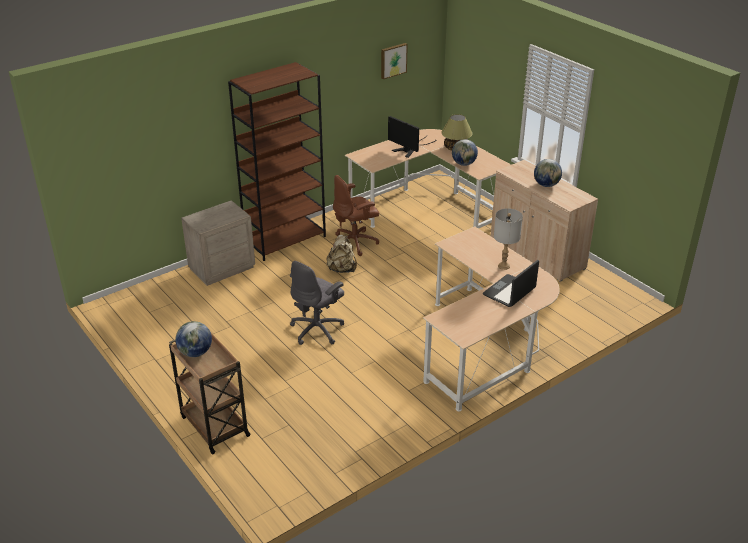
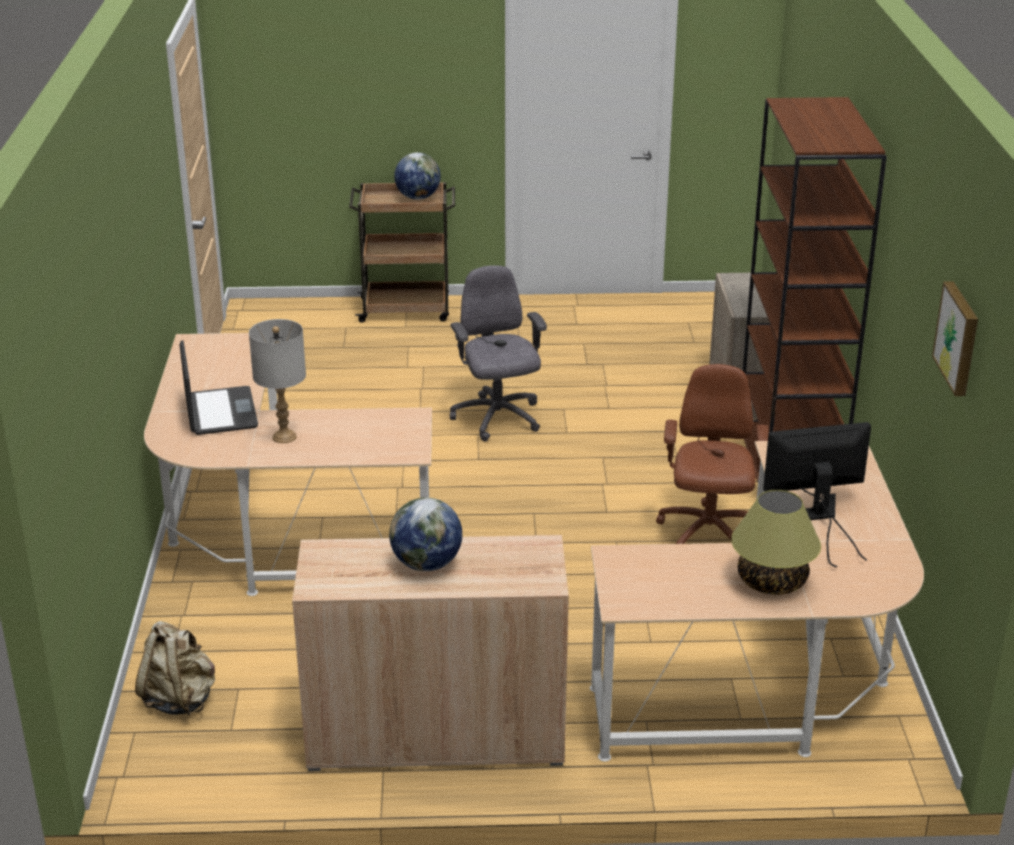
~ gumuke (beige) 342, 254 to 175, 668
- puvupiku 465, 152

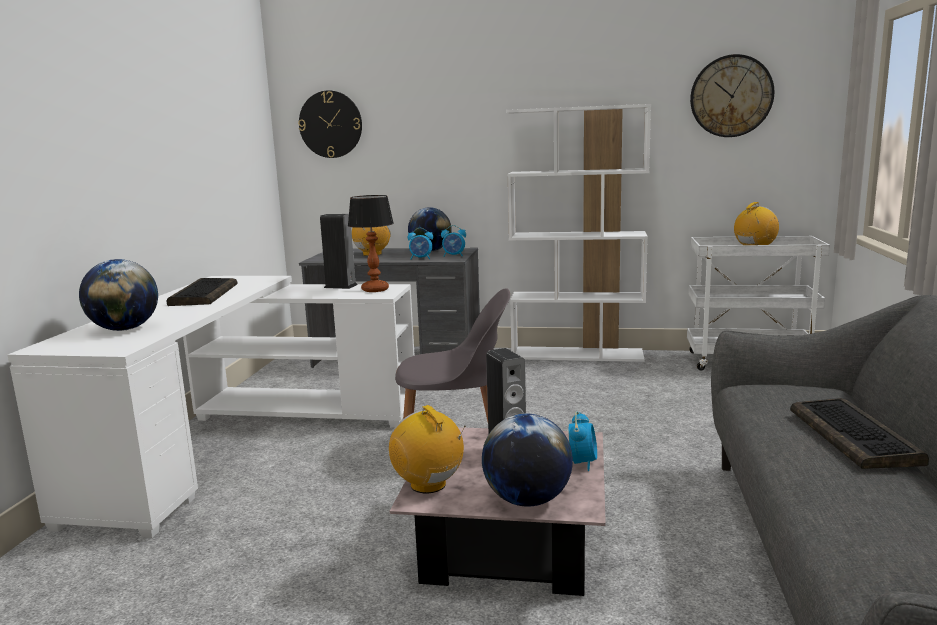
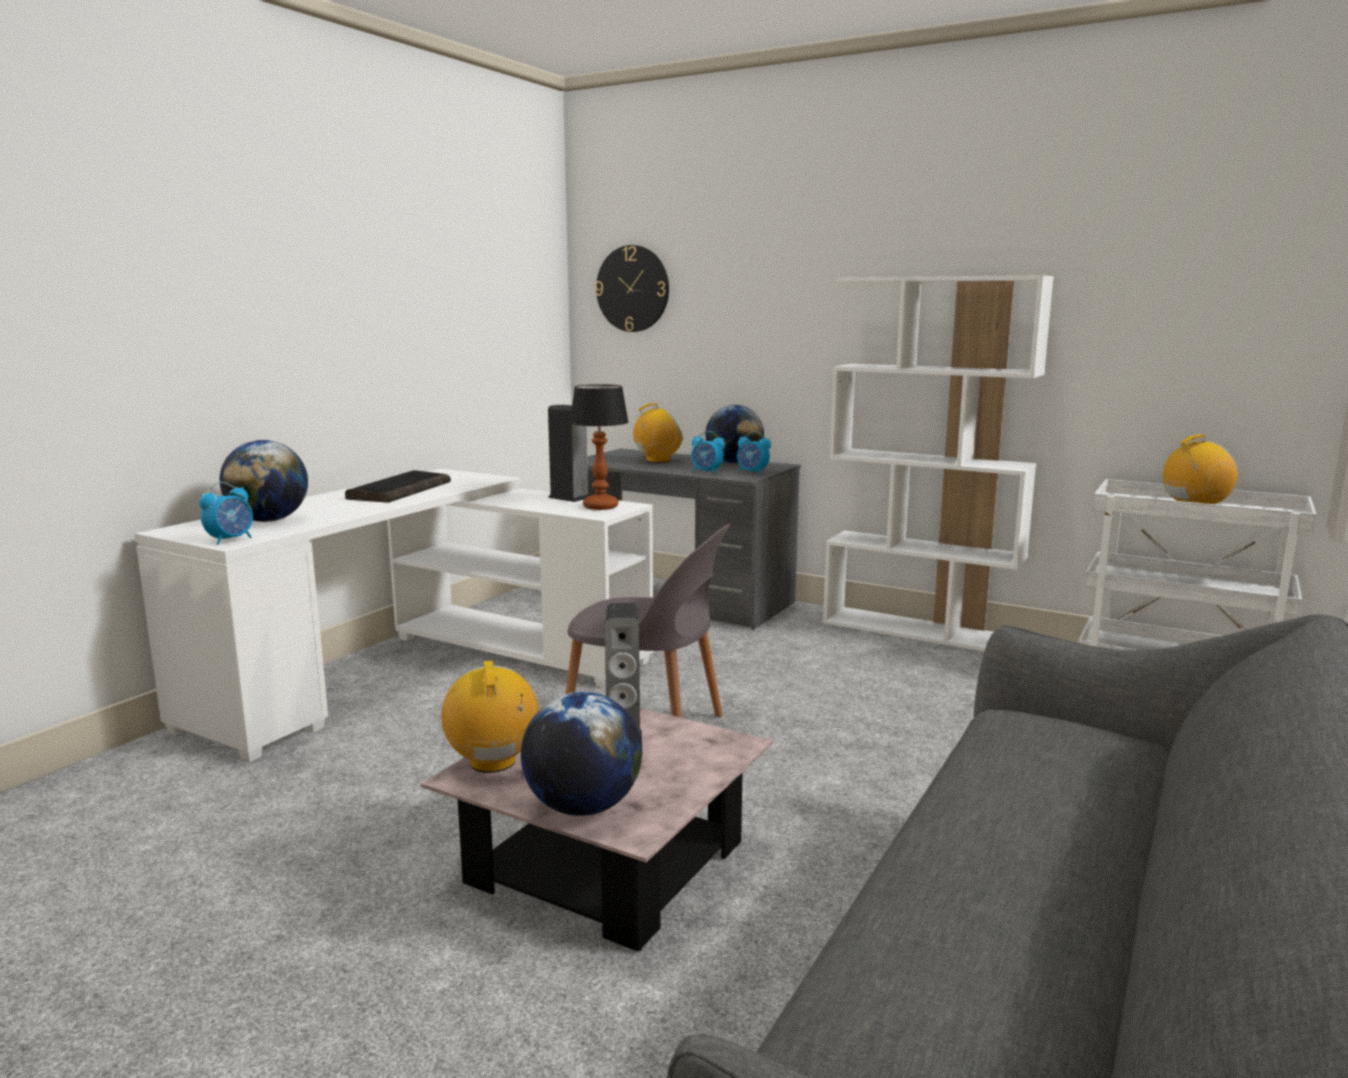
~ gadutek 583, 441 to 226, 513
- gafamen 732, 95
- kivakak 859, 433

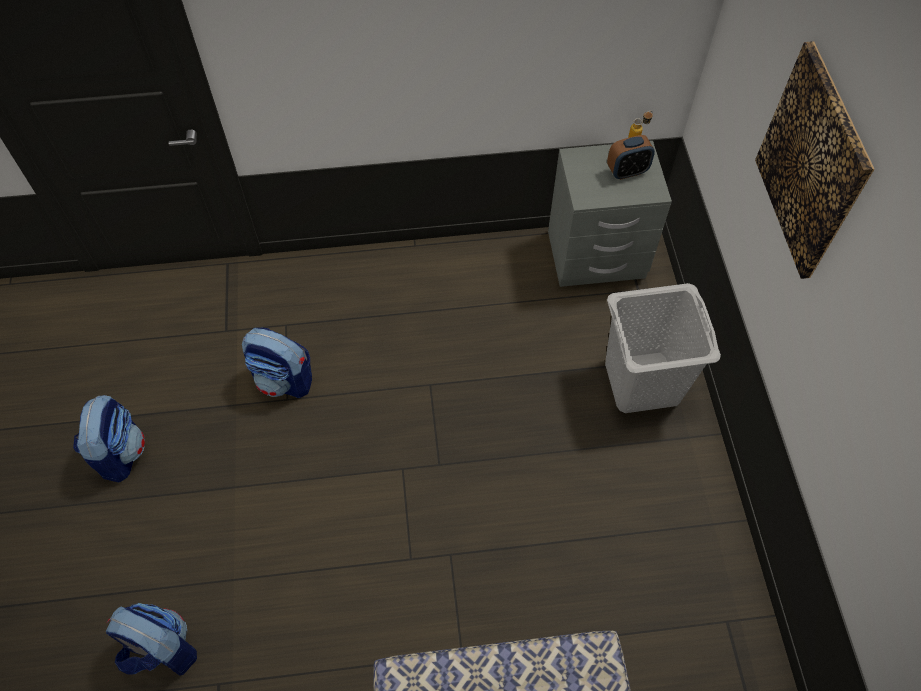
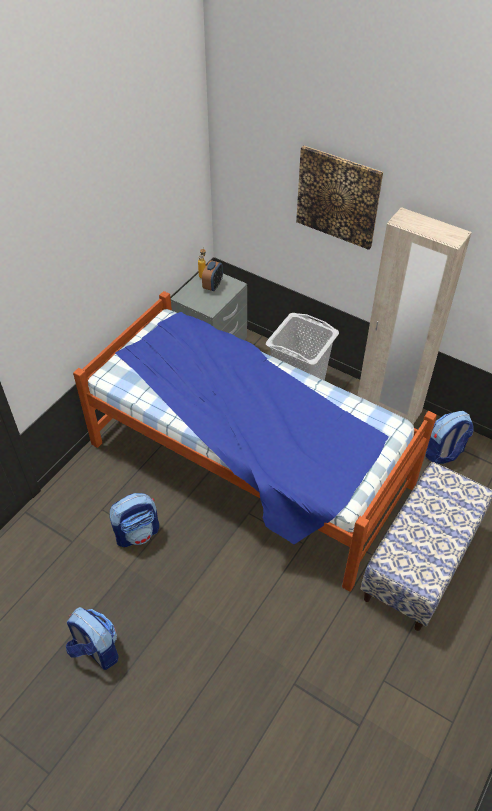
+ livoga 255, 441
+ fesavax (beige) 414, 315
~ gumuke 151, 639 to 449, 437

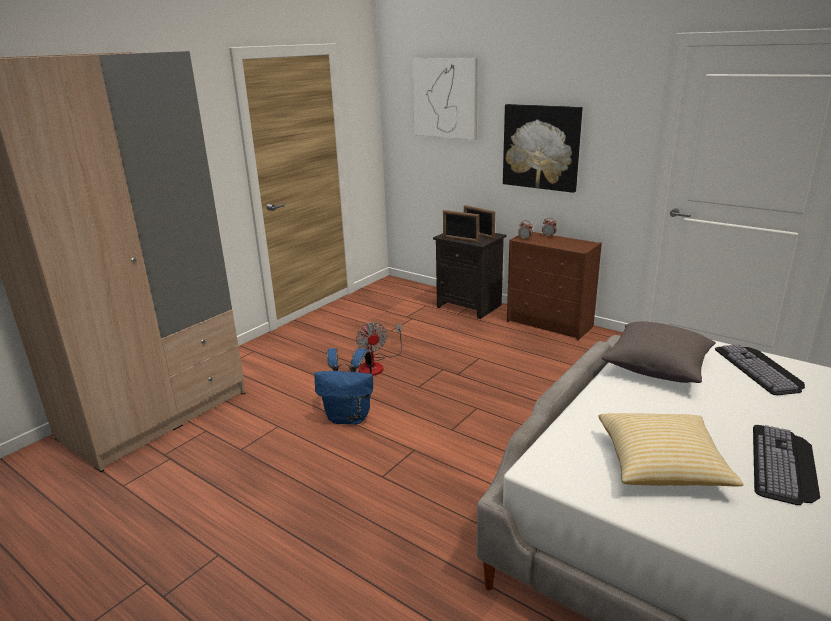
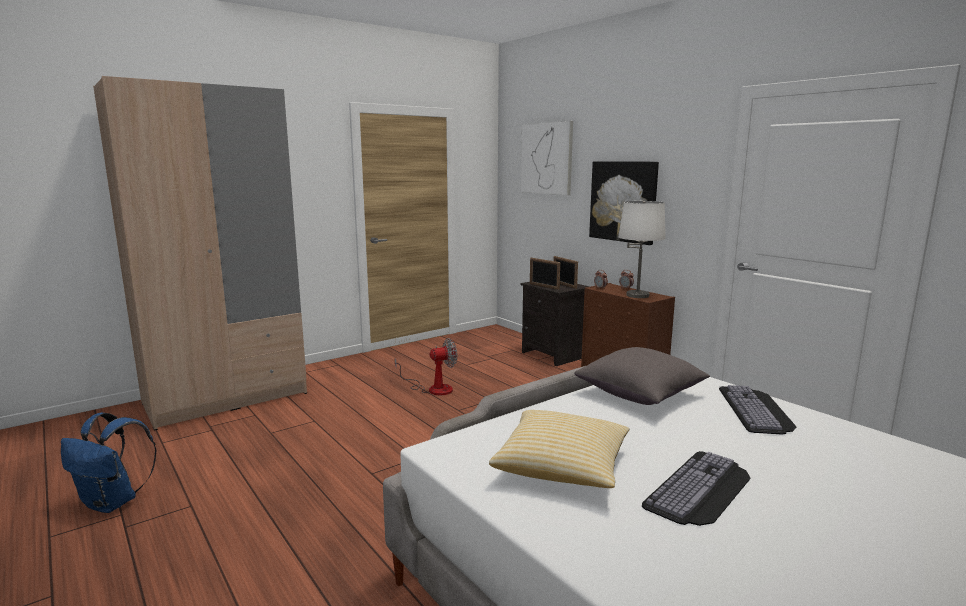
~ gumuke (blue) 343, 386 to 109, 463
~ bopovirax 379, 349 = 426, 366 105 degrees counterclockwise
+ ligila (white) 642, 249

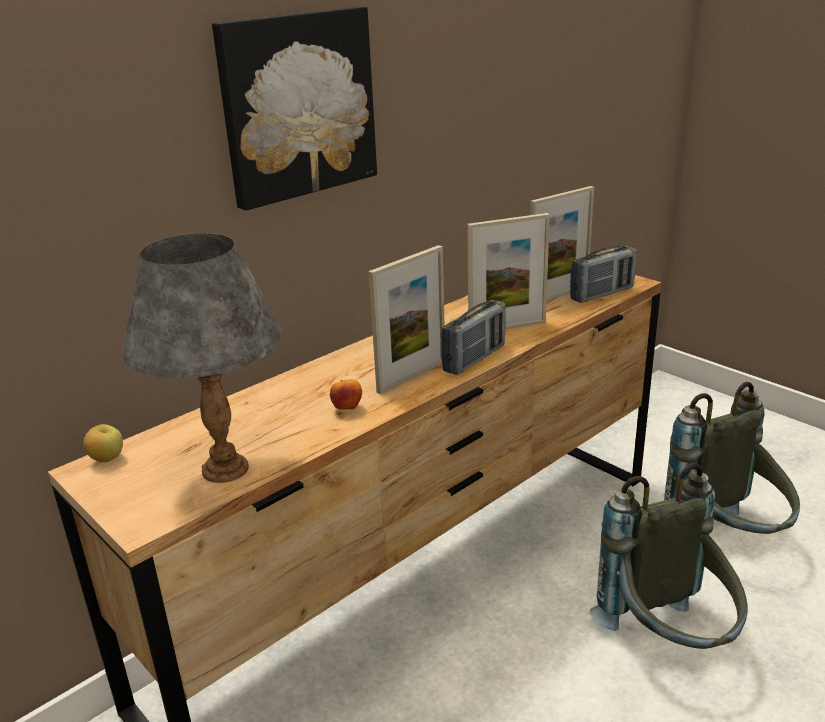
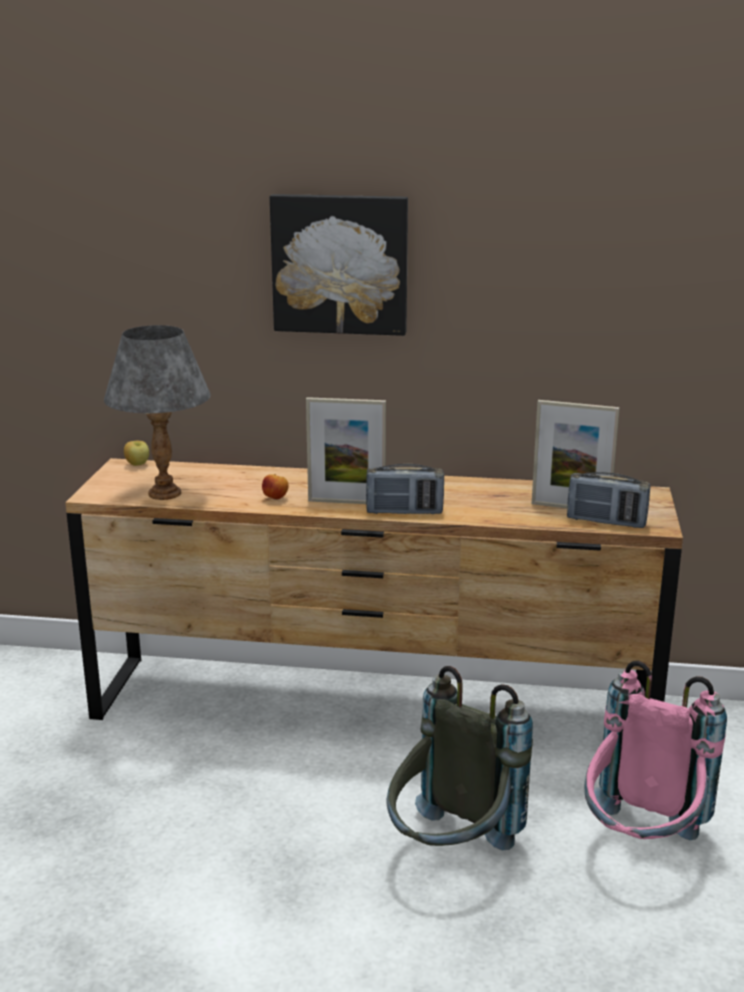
~ gumuke (grey) 732, 458 to gumuke (pink) 656, 750
- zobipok 508, 271

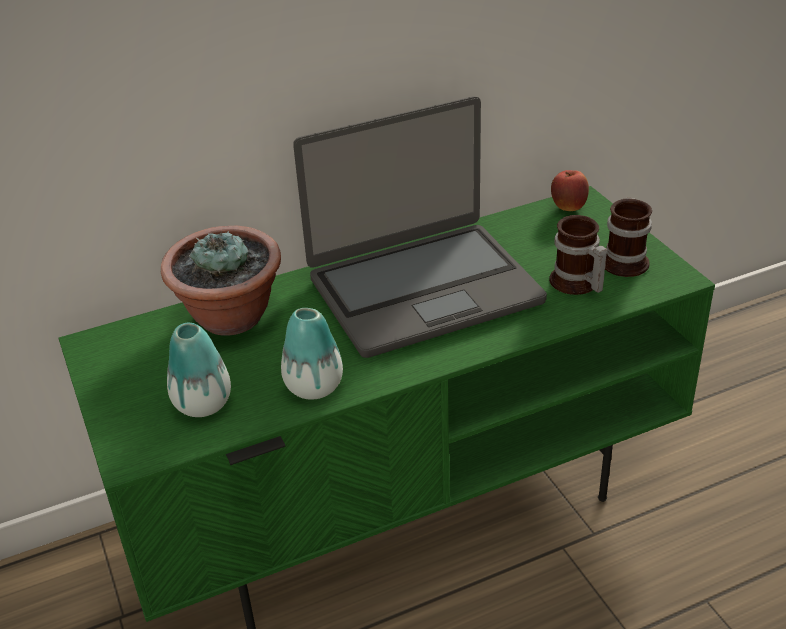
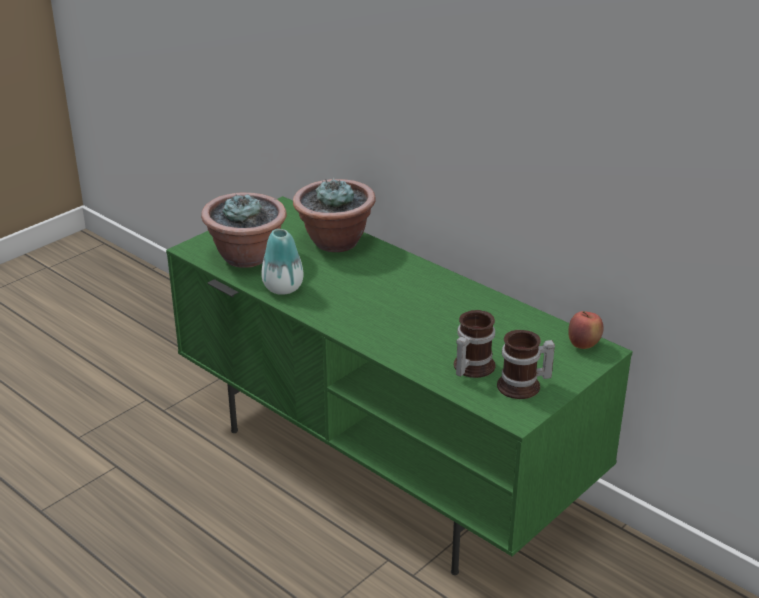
~ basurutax 199, 370 to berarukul 244, 230
- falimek 420, 227

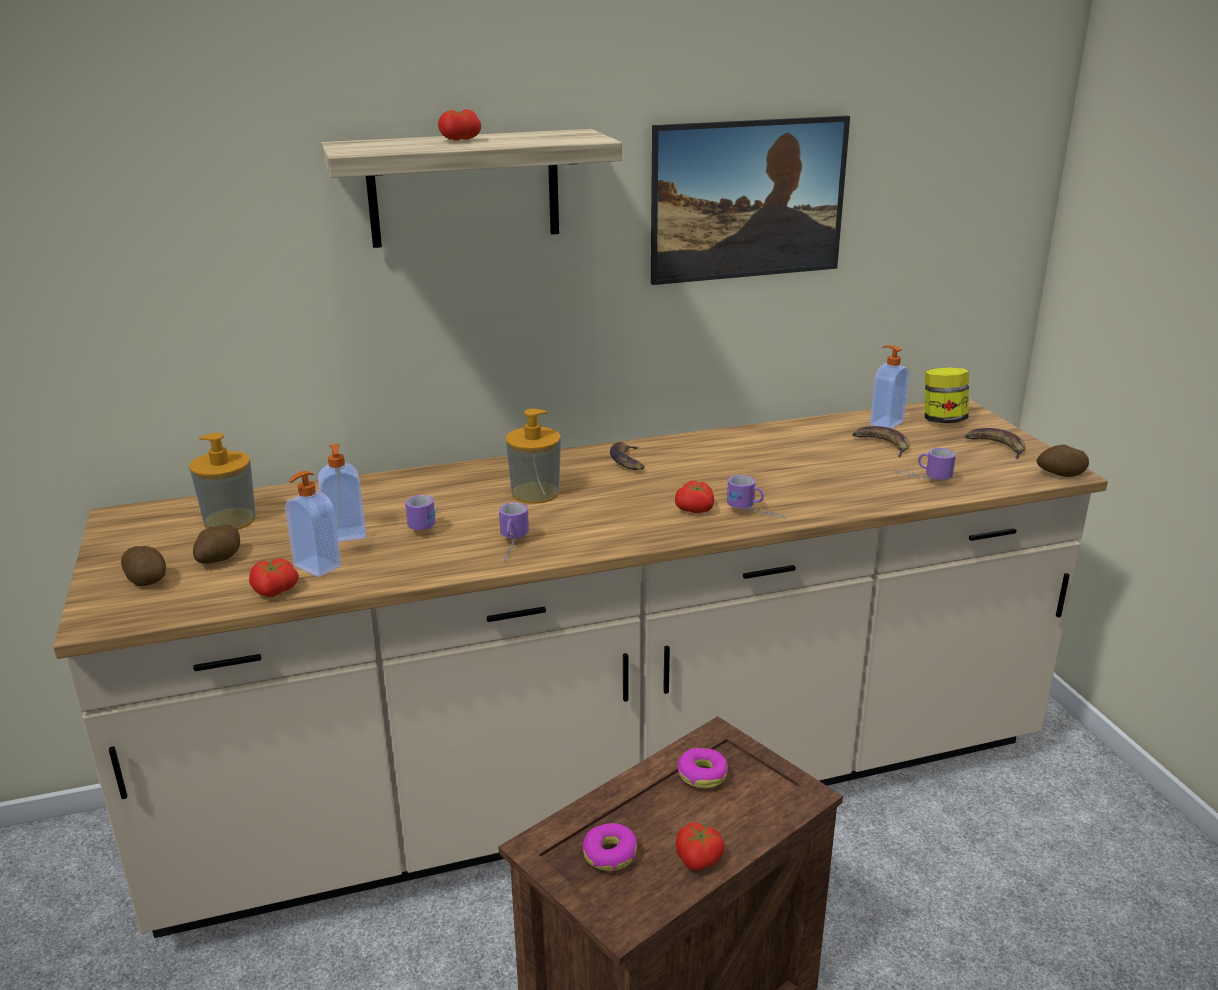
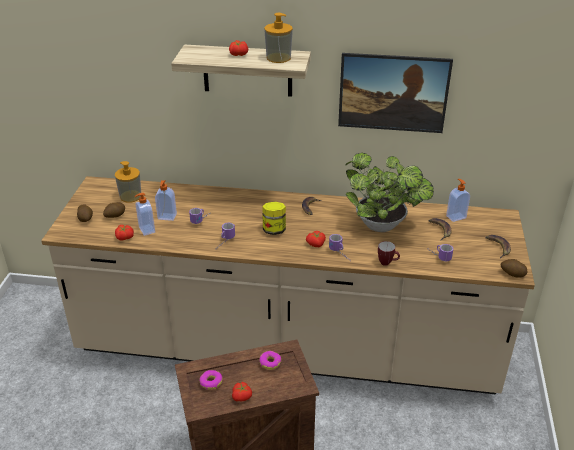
~ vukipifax 947, 395 to 274, 218
~ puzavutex 533, 456 to 278, 38
+ berarukul 389, 192
+ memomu 389, 253

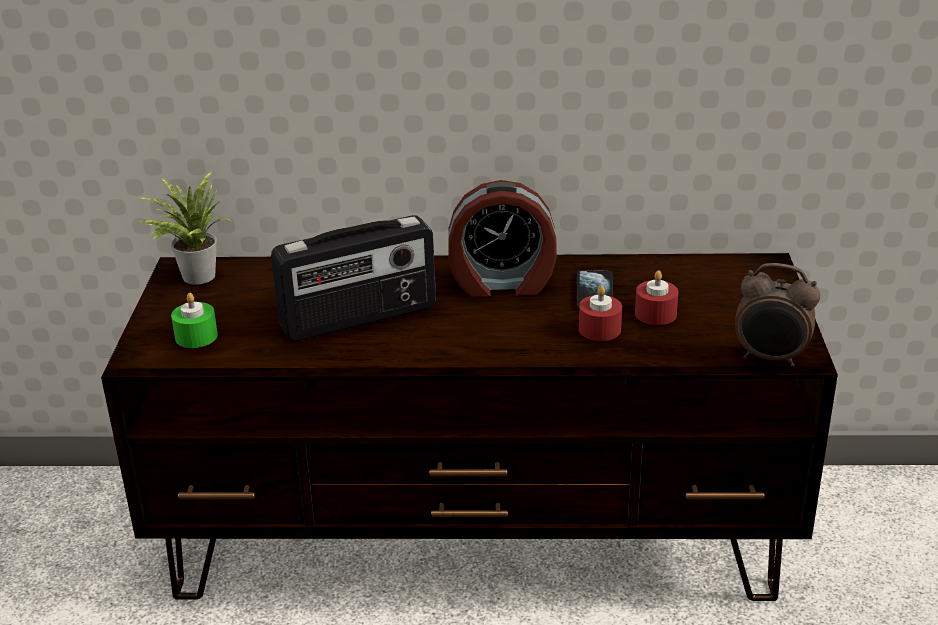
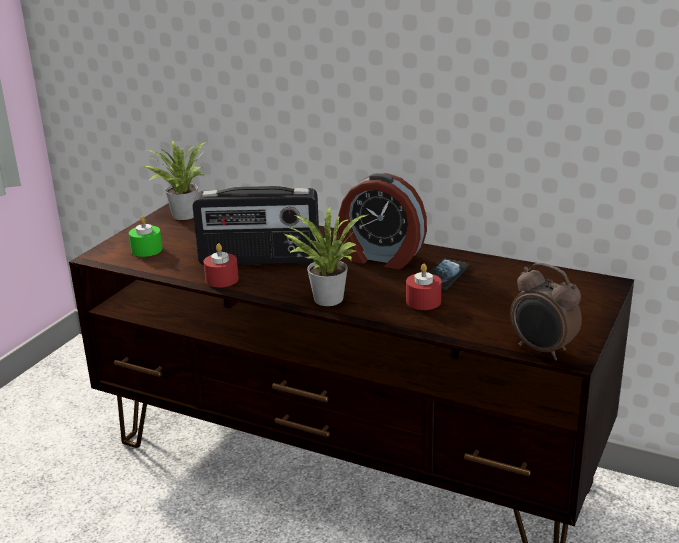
~ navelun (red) 657, 297 to 221, 265
+ berarukul 327, 256

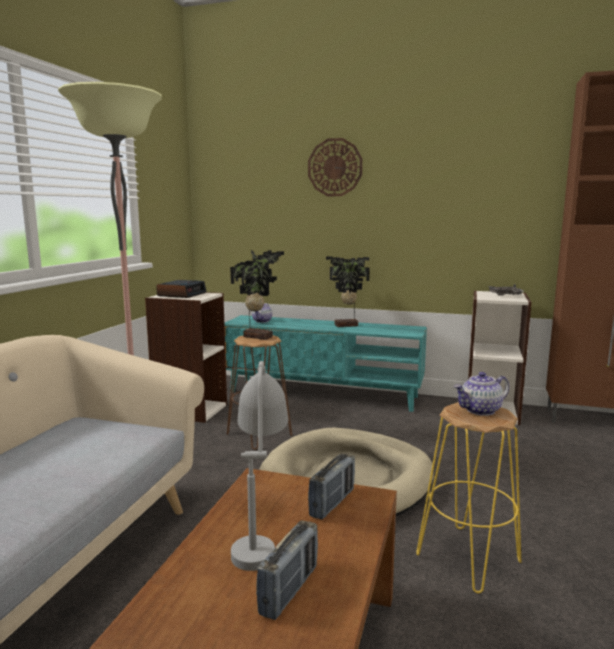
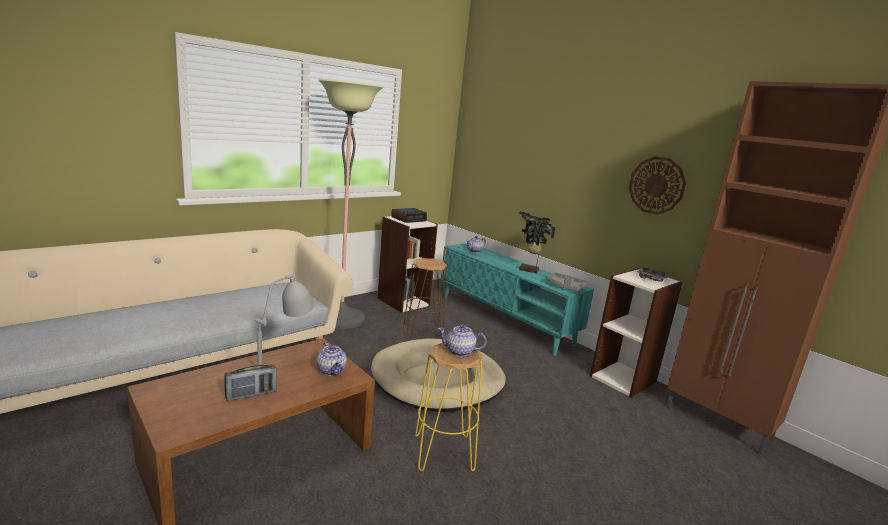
~ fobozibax 331, 486 to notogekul 332, 359
+ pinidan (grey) 566, 281
~ gafamen 335, 167 to 657, 185
- berarukul 257, 295

